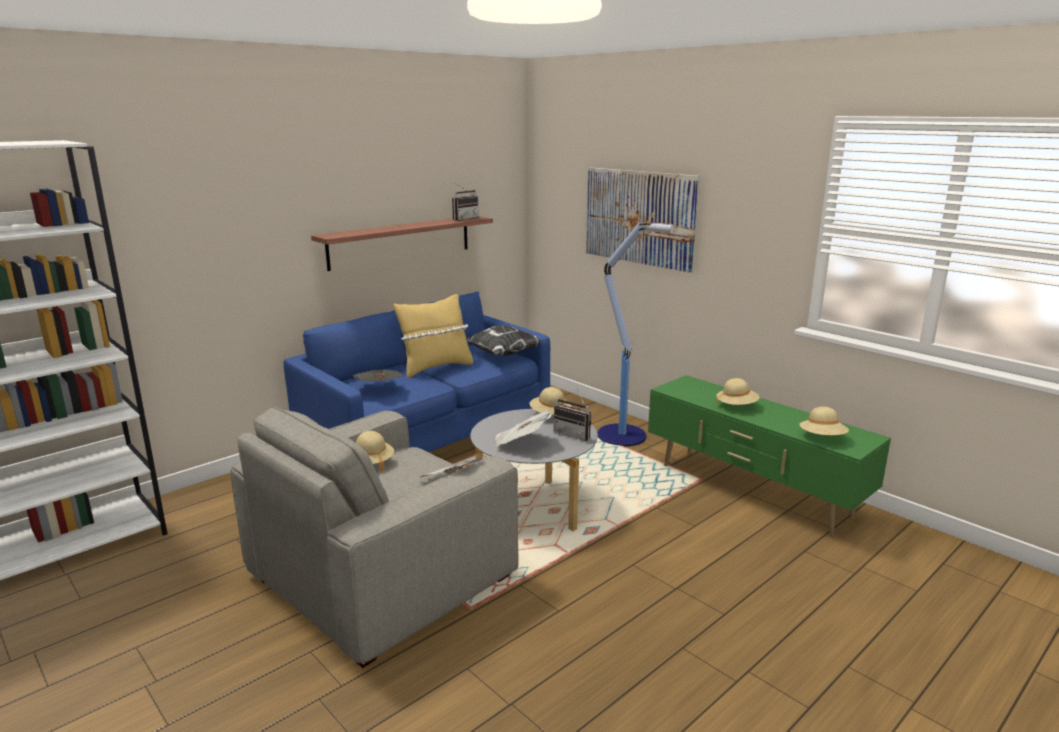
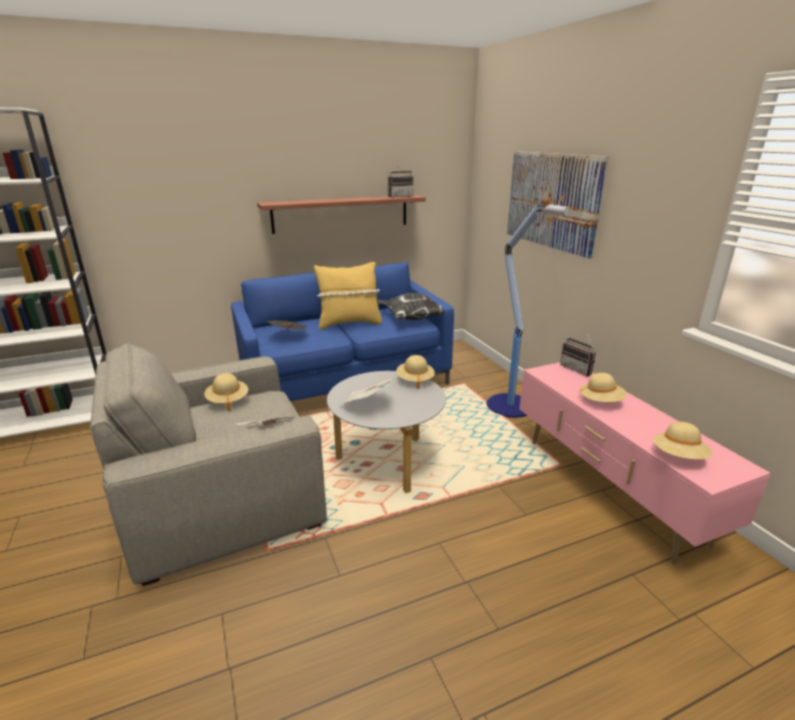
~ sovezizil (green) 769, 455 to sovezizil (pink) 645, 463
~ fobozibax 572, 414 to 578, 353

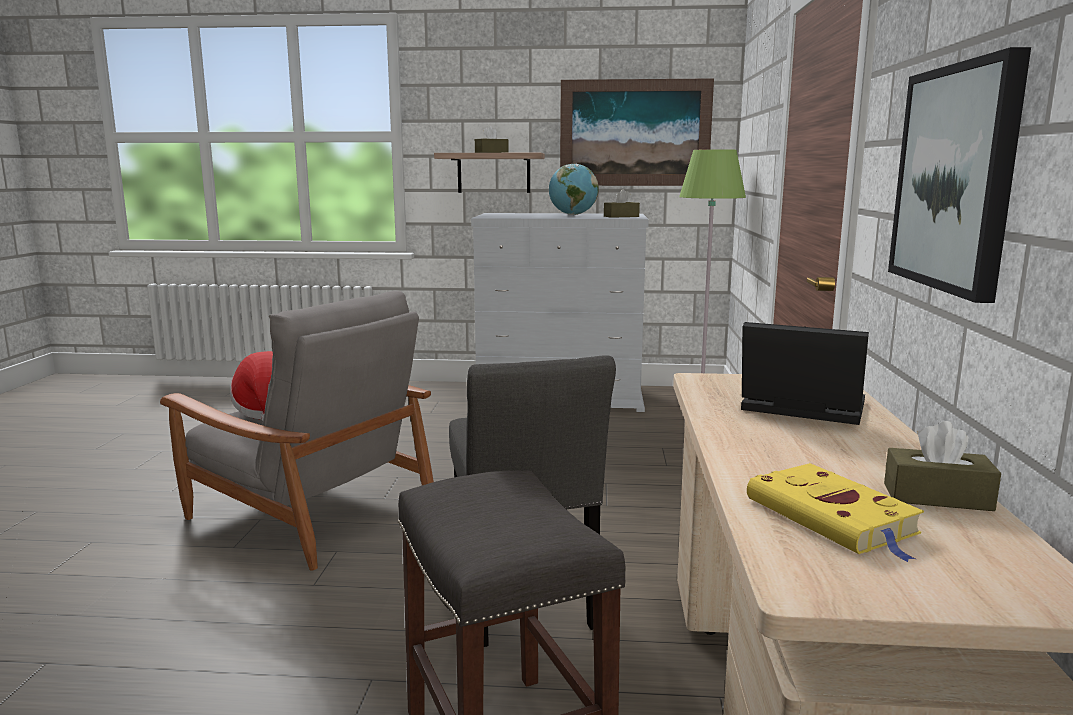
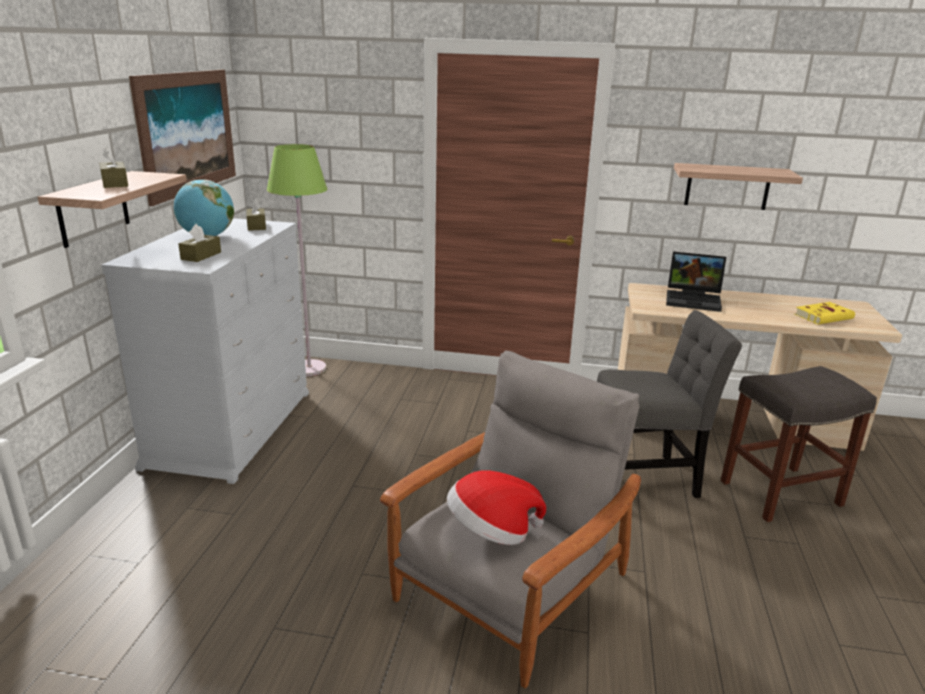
~ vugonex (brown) 942, 466 to 199, 243
~ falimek 805, 373 = 696, 282 105 degrees counterclockwise
~ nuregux 959, 175 to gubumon 738, 186

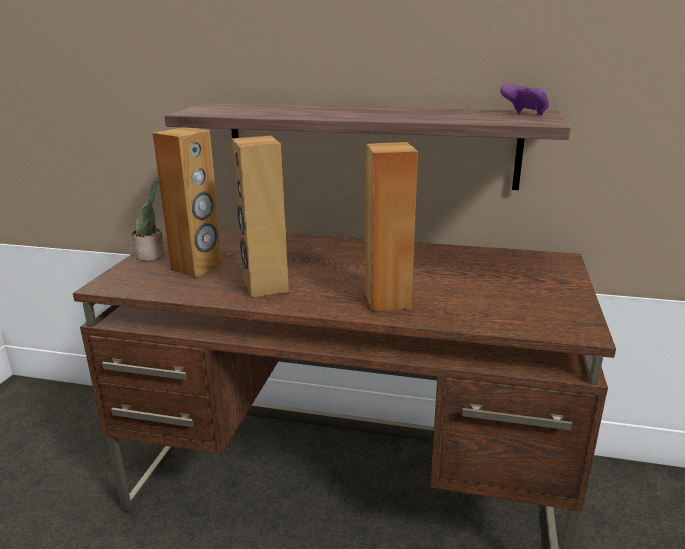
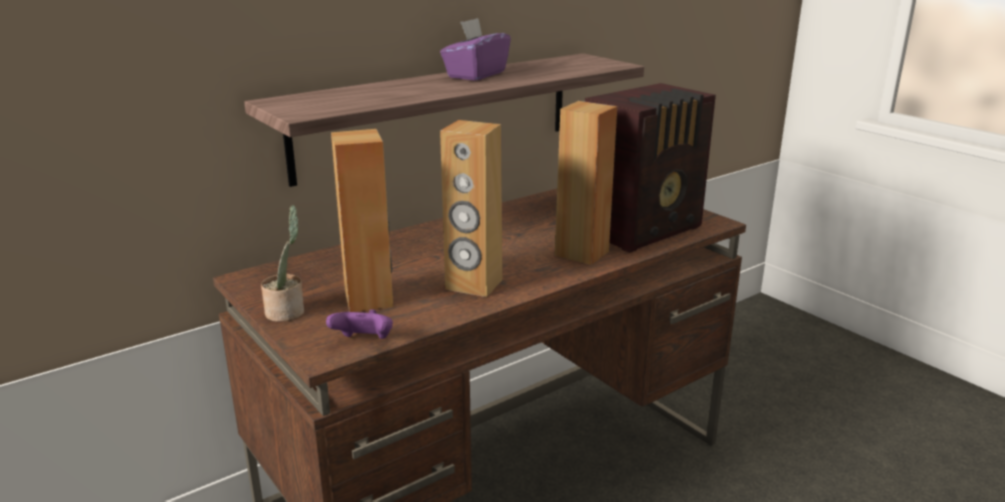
~ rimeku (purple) 524, 100 to 359, 324
+ vugonex (purple) 475, 49
+ fobozibax 650, 168

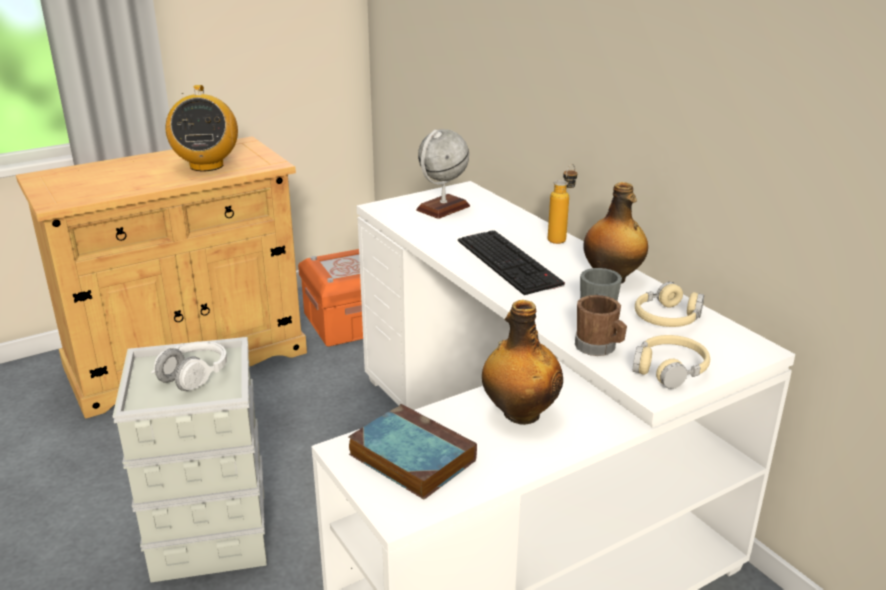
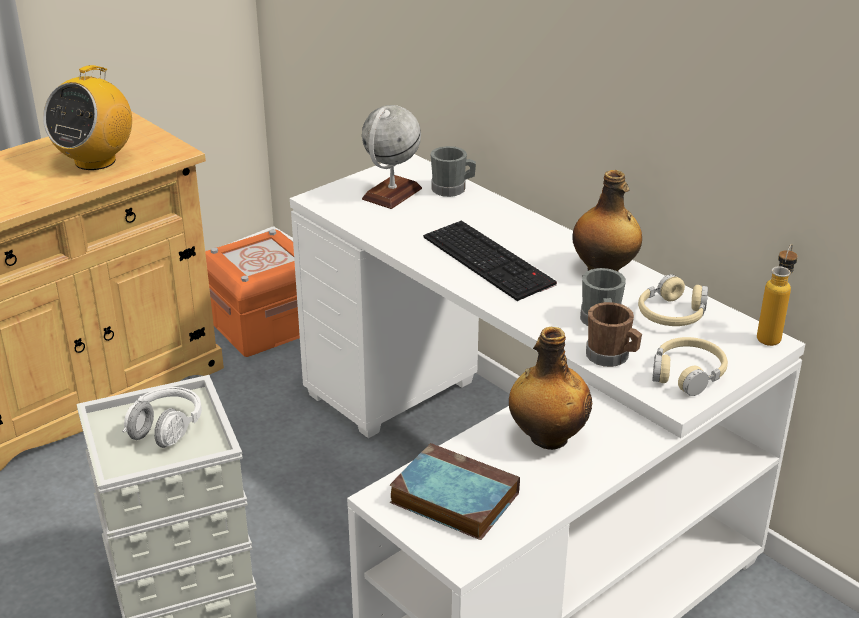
~ fobozibax 201, 128 = 87, 117 45 degrees clockwise
+ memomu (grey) 453, 171
~ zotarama 562, 204 to 777, 295

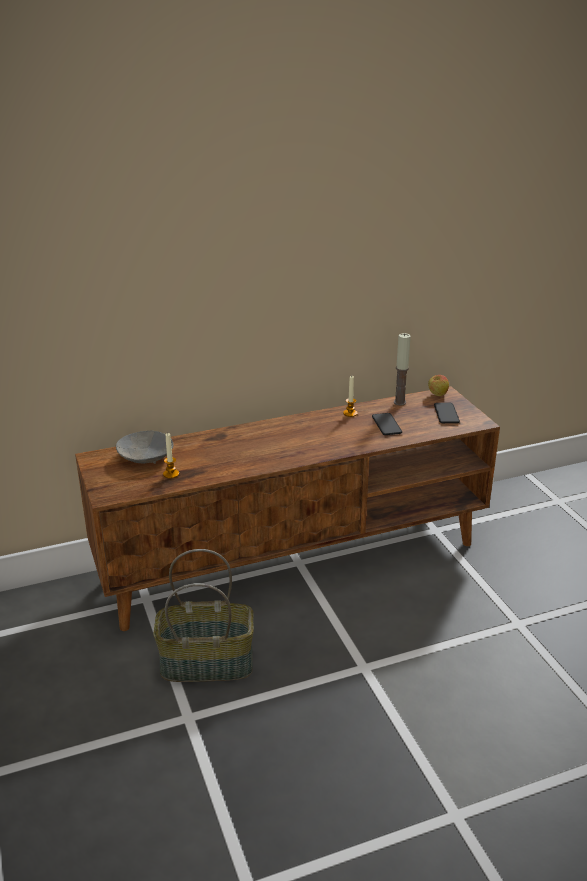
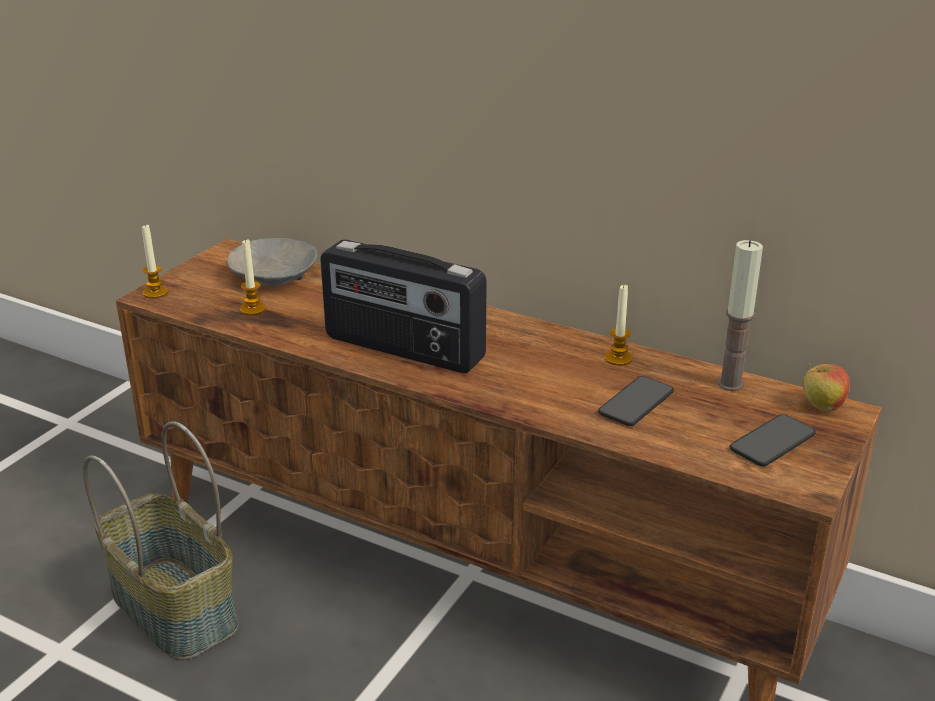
+ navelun 155, 262
+ fobozibax 403, 306

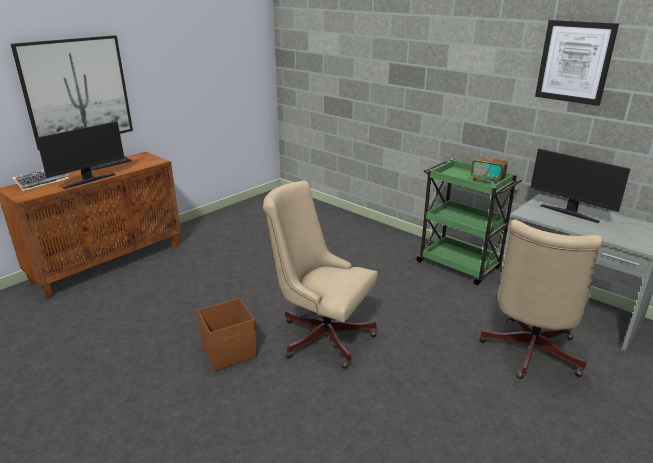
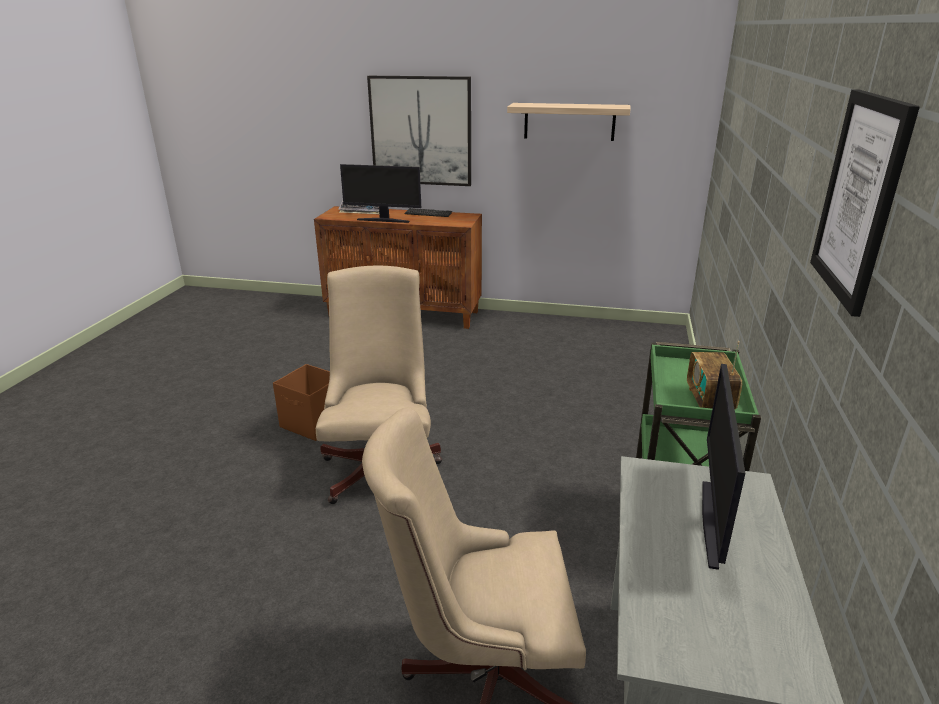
+ gubumon 568, 122

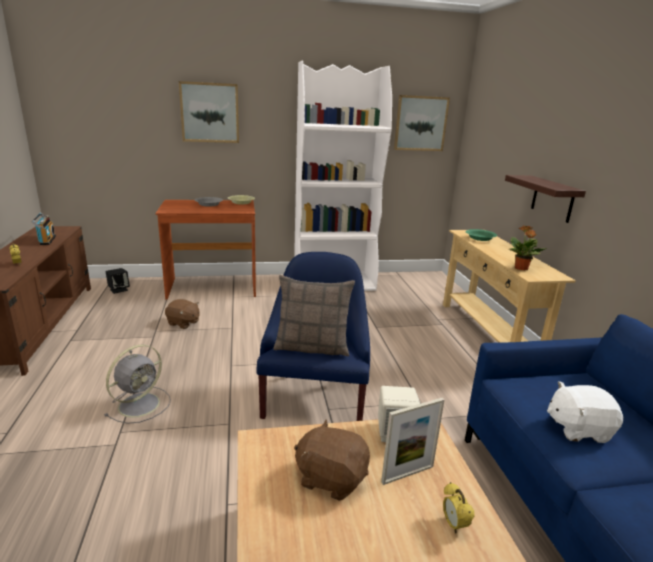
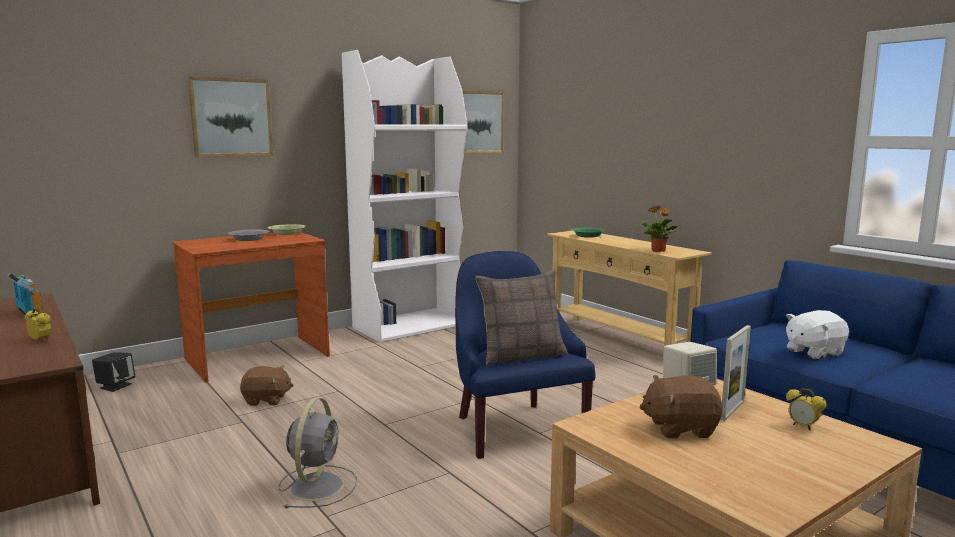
- gubumon 545, 199

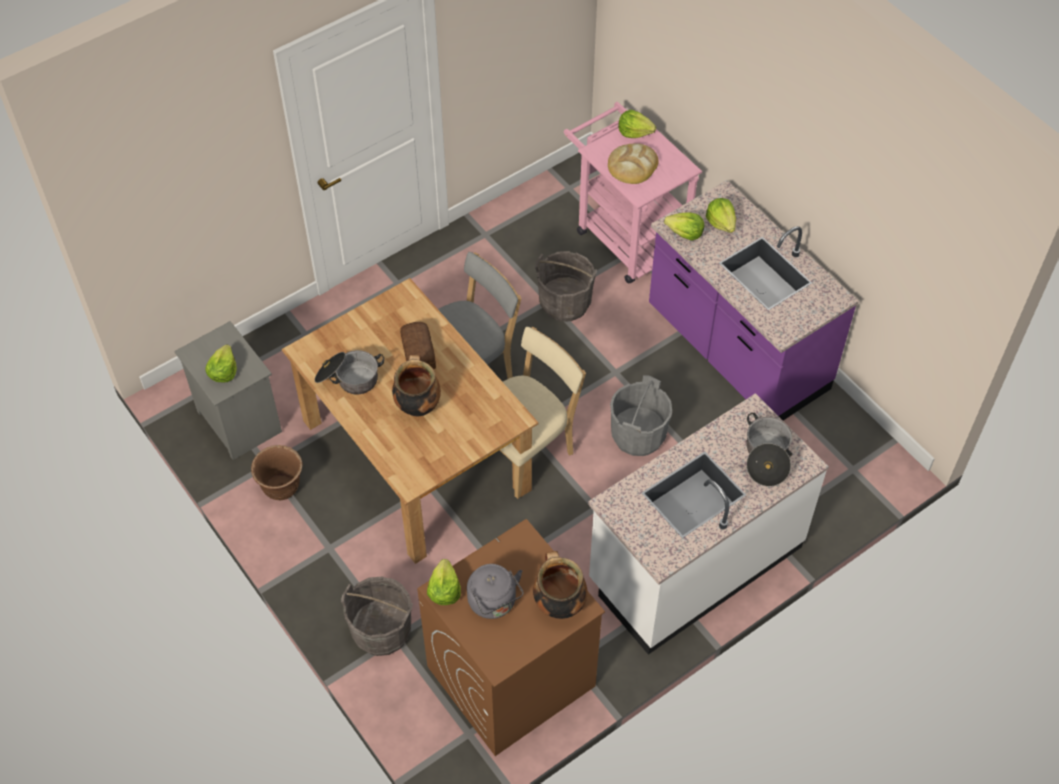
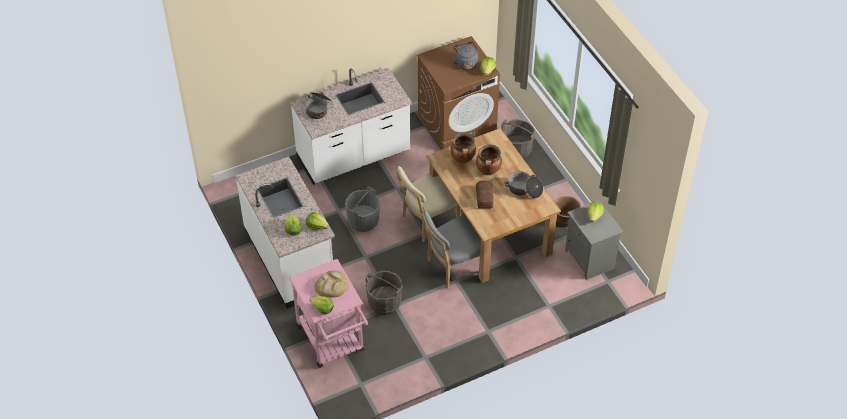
~ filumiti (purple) 754, 300 to filumiti (white) 285, 232
~ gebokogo 560, 585 to 463, 148

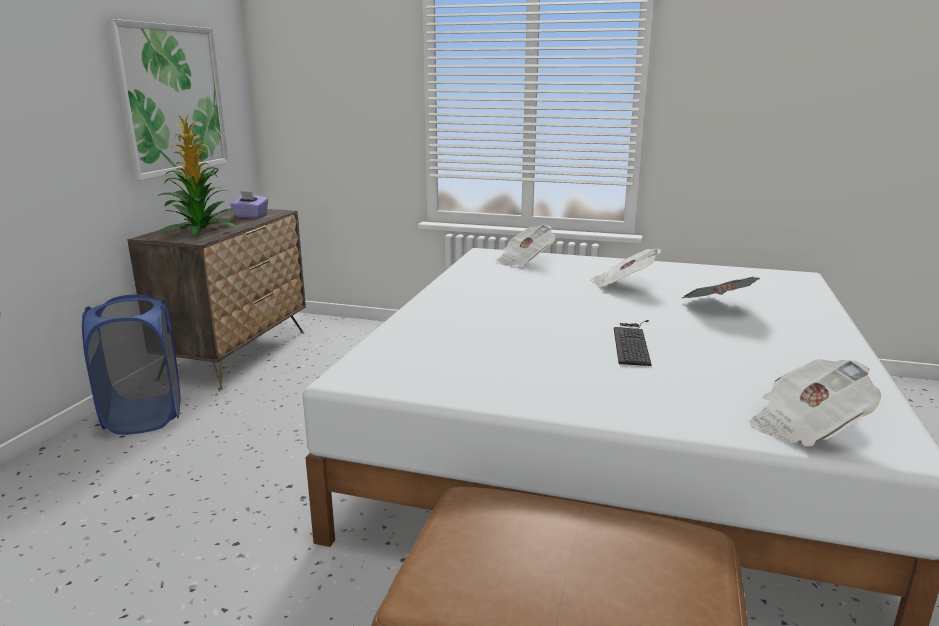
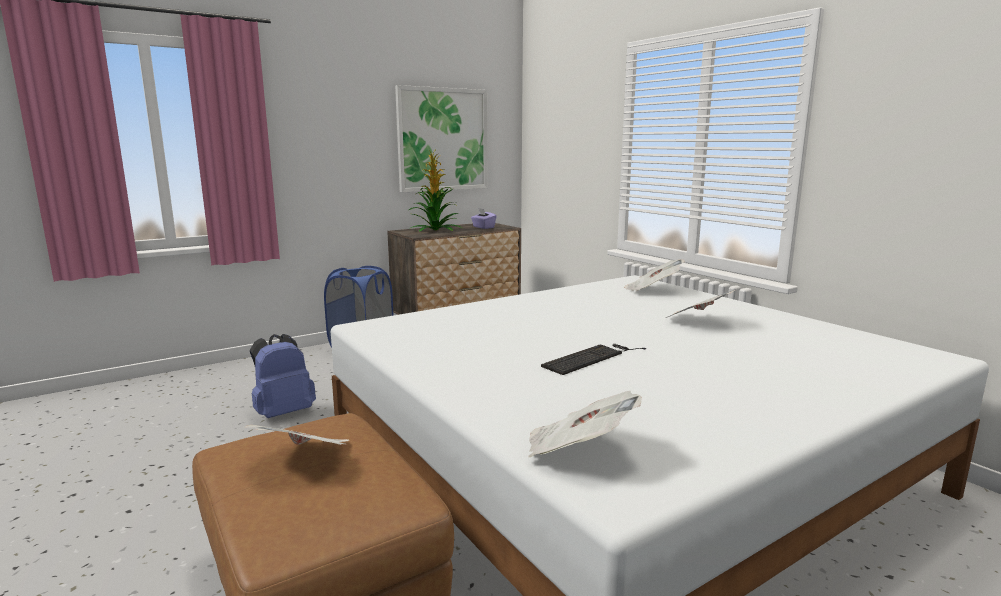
~ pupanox 720, 287 to 297, 435
+ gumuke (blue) 283, 376

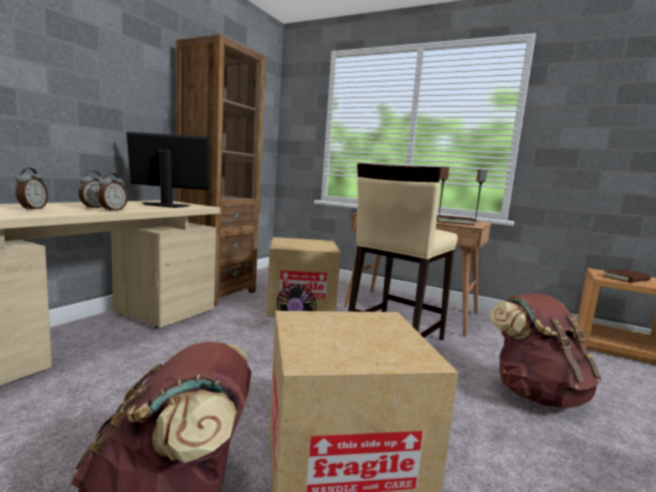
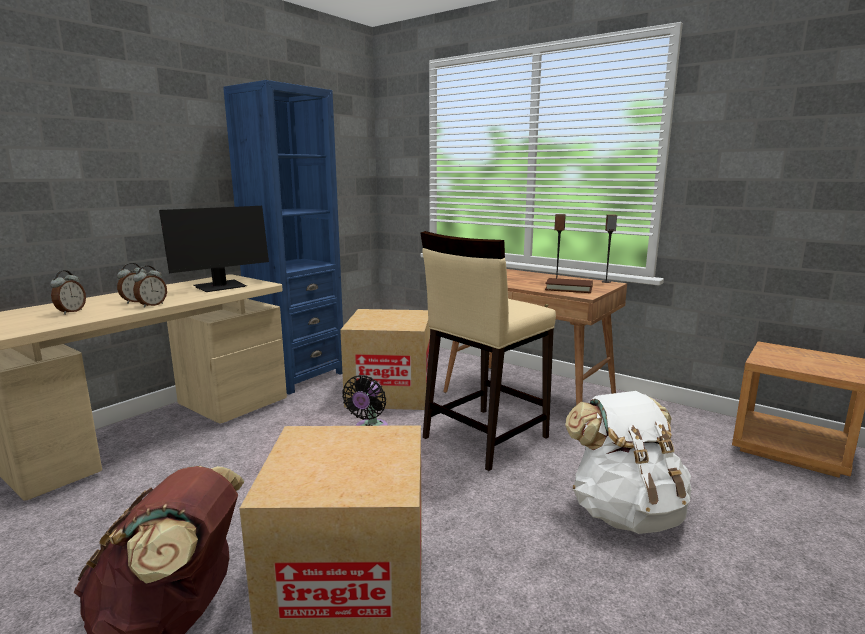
~ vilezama 168, 170 = 214, 249 120 degrees clockwise
~ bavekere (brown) 220, 170 to bavekere (blue) 283, 237
~ gumuke (brown) 545, 350 to gumuke (white) 628, 462
- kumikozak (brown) 627, 276

